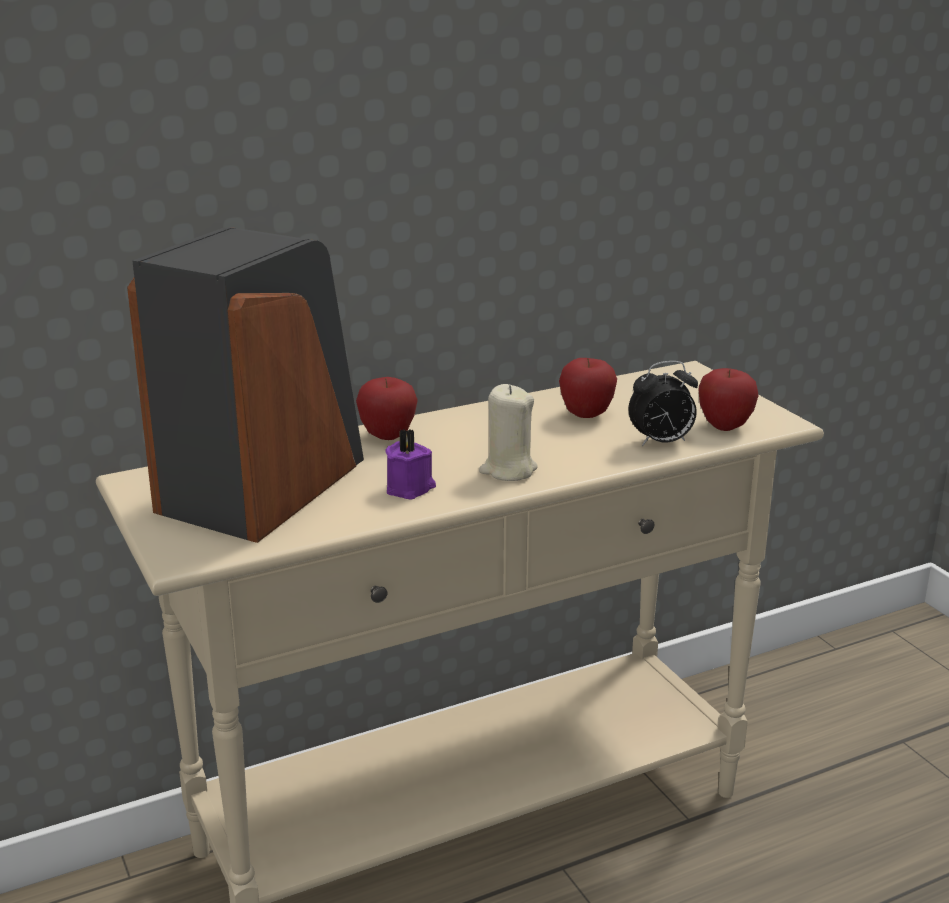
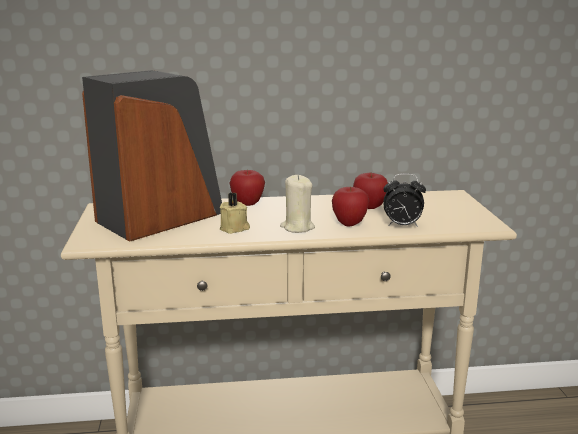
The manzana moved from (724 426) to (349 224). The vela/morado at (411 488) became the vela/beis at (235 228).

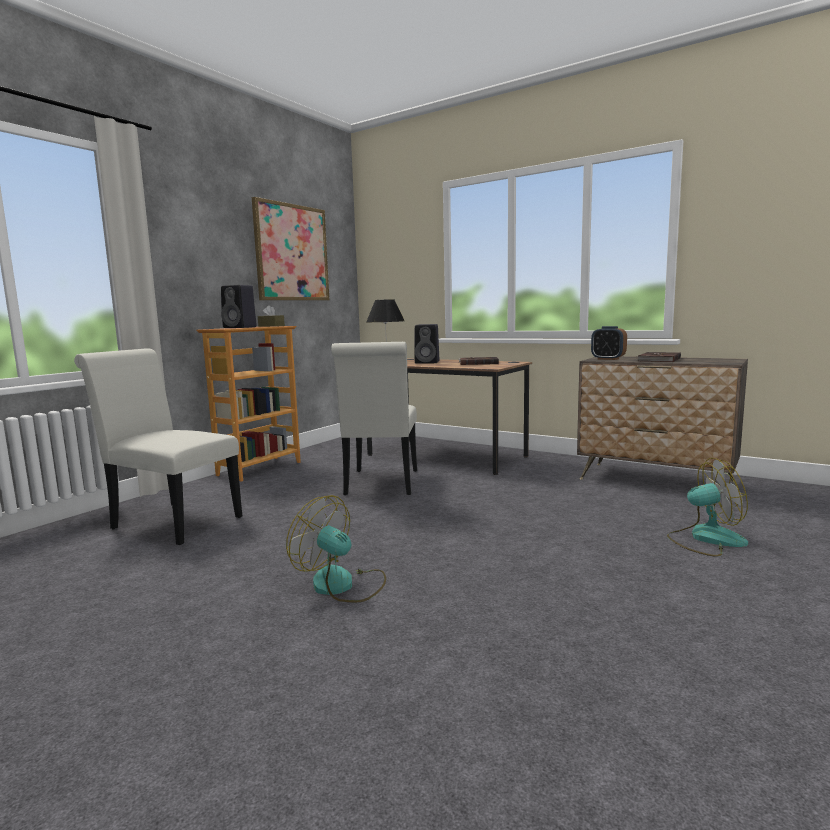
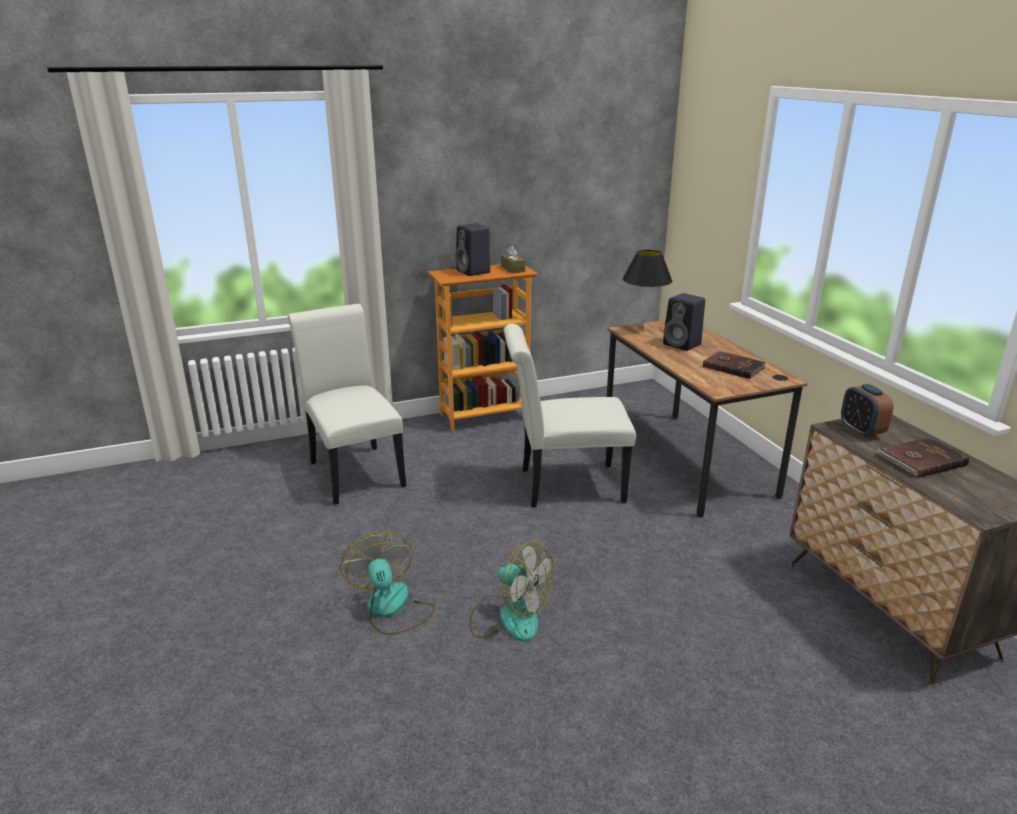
The cuadro at (292 253) disappeared. The ventilador moved from (705 539) to (509 617). The silla/blanco at (381 484) turned 45 degrees clockwise.

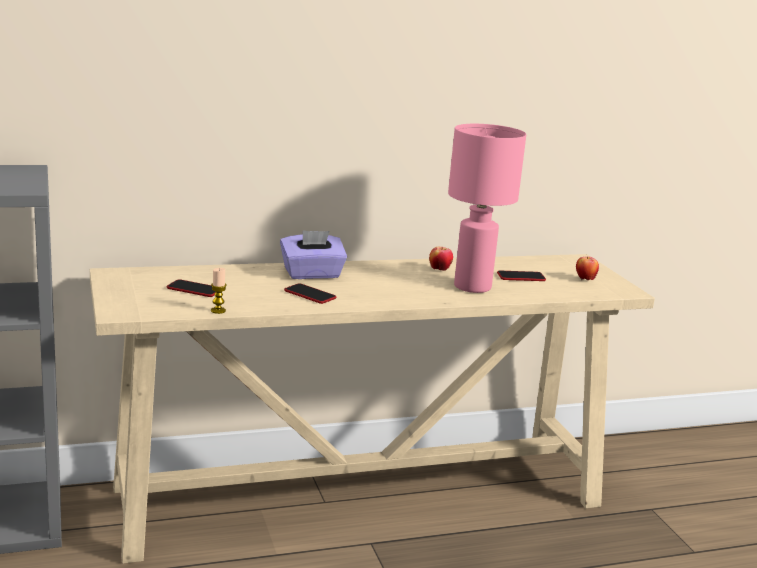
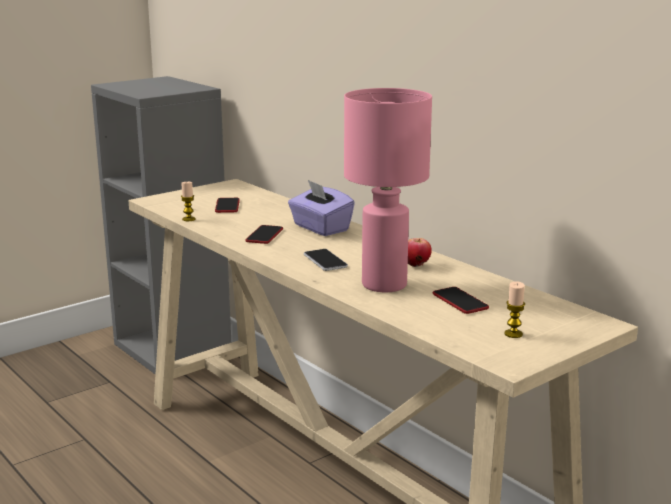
The móvil at (325 261) appeared. The manzana at (585 279) was replaced by the vela at (513 334).

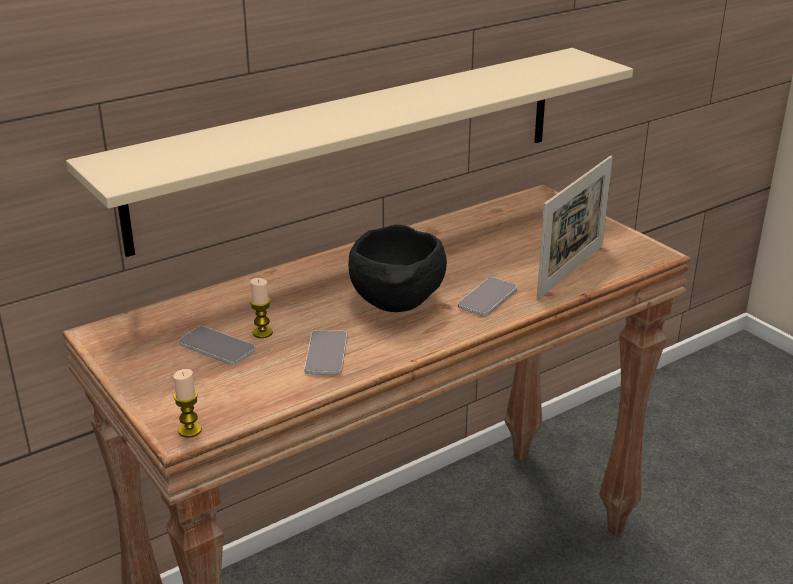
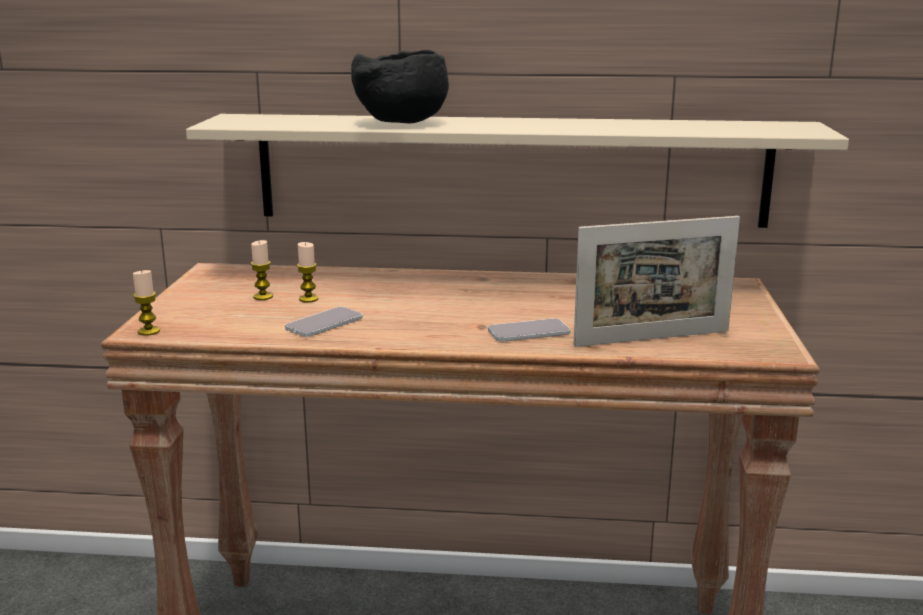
The cuenco/negro moved from (398 305) to (400 123). The móvil at (217 347) was replaced by the vela at (263 297).

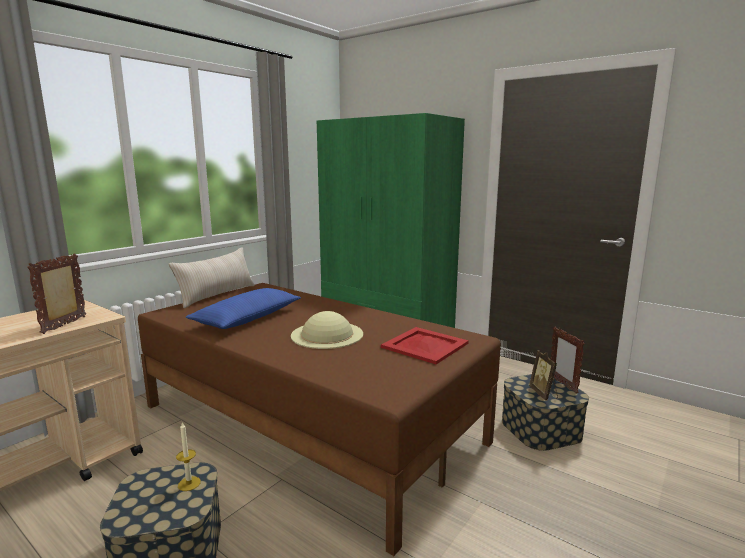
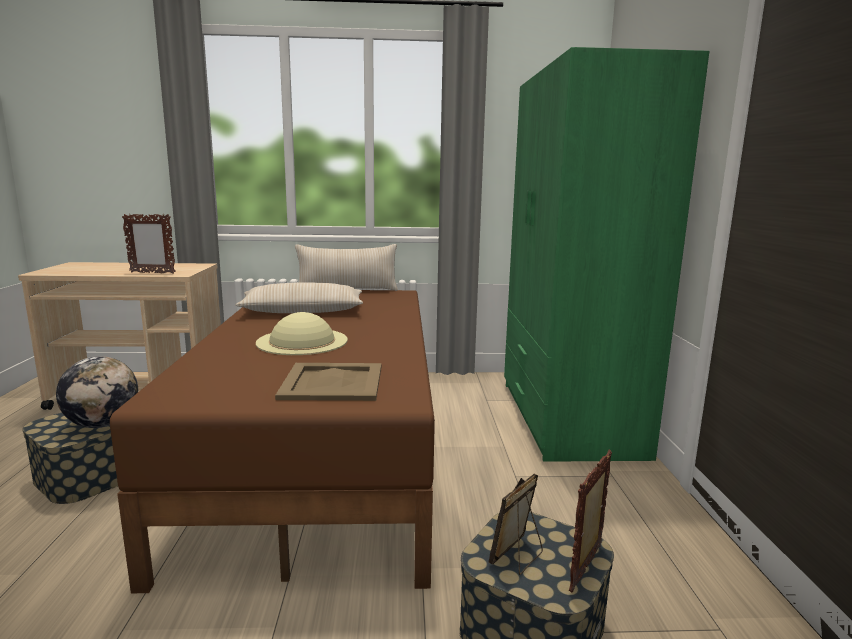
The vela at (189 483) was replaced by the globo terráqueo at (103 424). The cojín/azul at (248 318) became the cojín/beis at (303 311). The bandeja/rojo at (425 345) became the bandeja/beis at (331 382). The portarretratos at (65 325) turned 150 degrees counterclockwise.

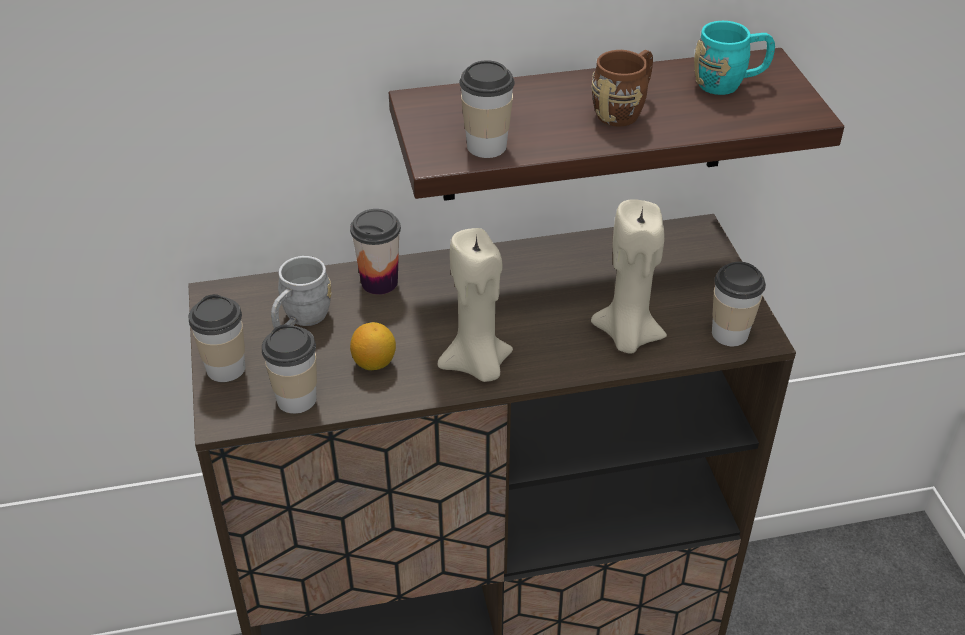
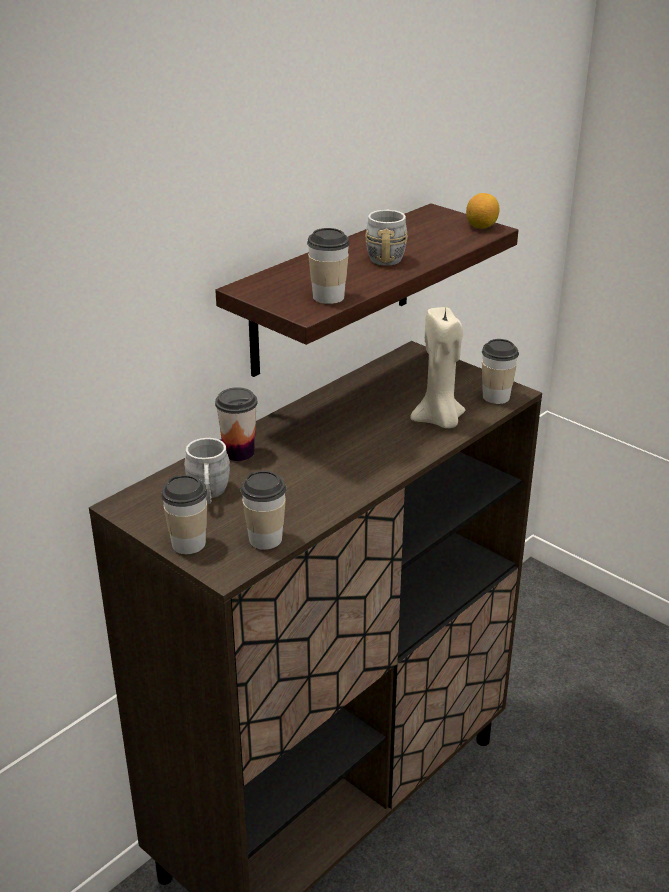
The vela/beis at (477 366) disappeared. The taza grande/turquesa at (730 83) disappeared. The limón moved from (374 363) to (481 227). The taza grande/marrón at (624 110) became the taza grande/gris at (386 255).

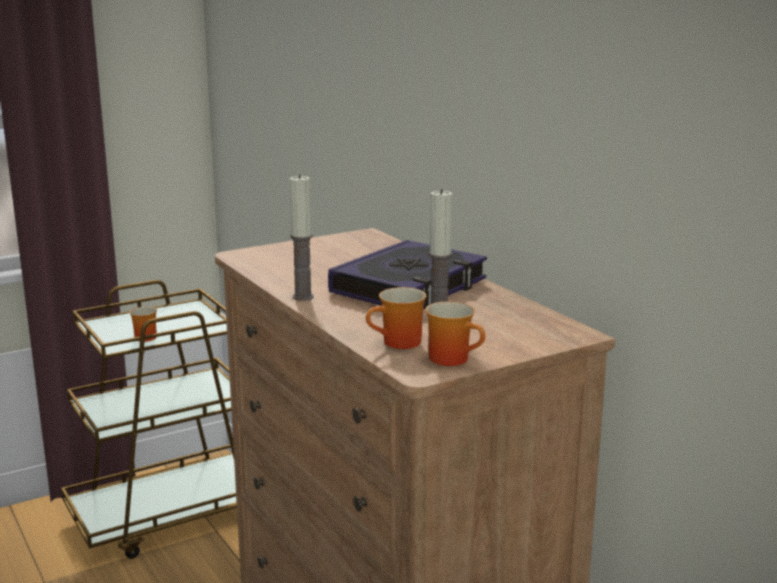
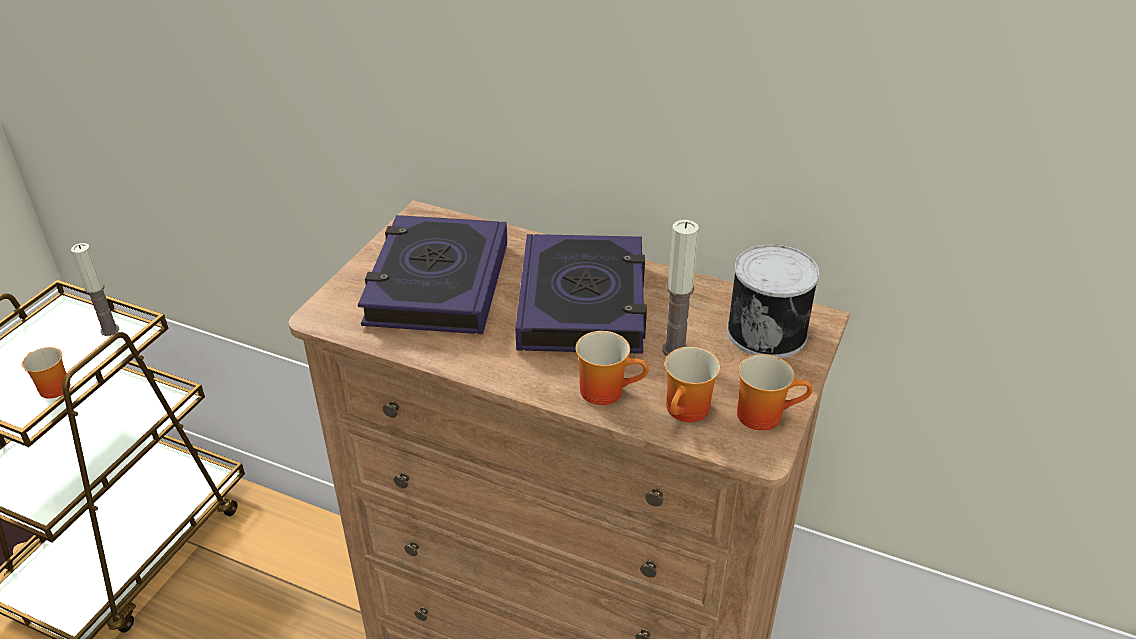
The libro at (437 284) appeared. The taza grande at (607 389) appeared. The lata at (768 331) appeared. The vela moved from (303 297) to (110 330).

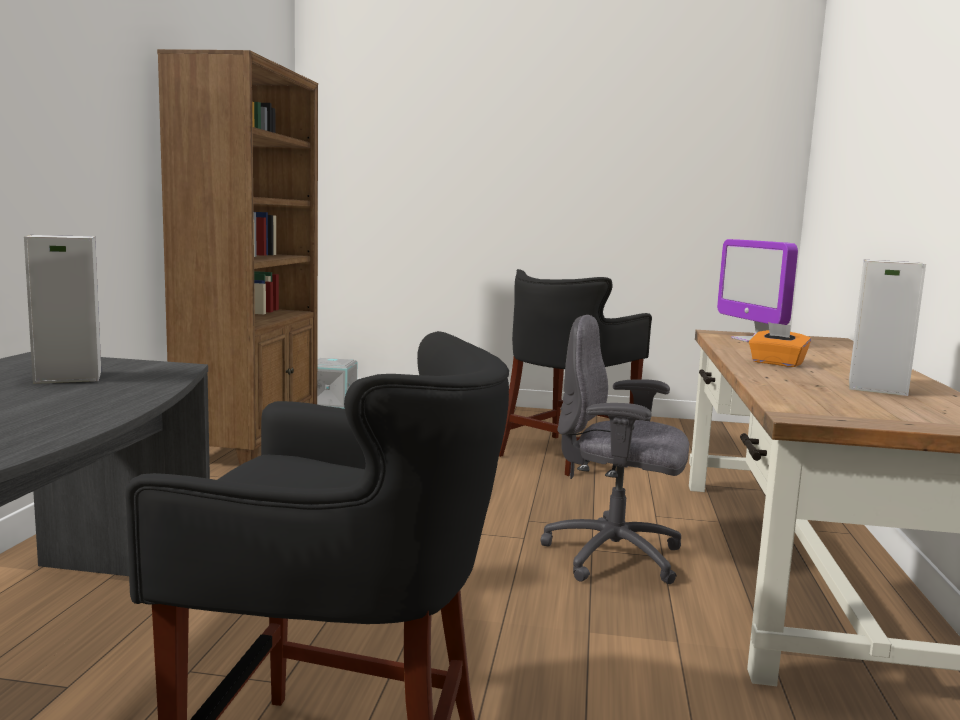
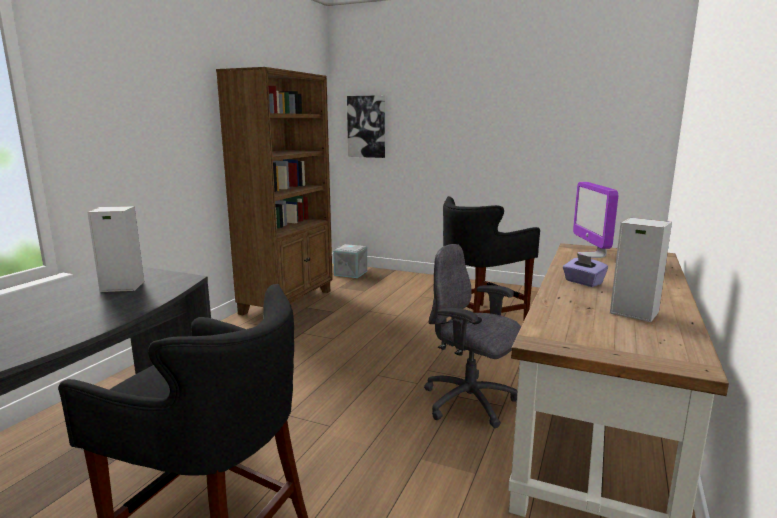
The cuadro at (366 126) appeared. The caja de pañuelos/naranja at (777 363) became the caja de pañuelos/morado at (583 282).

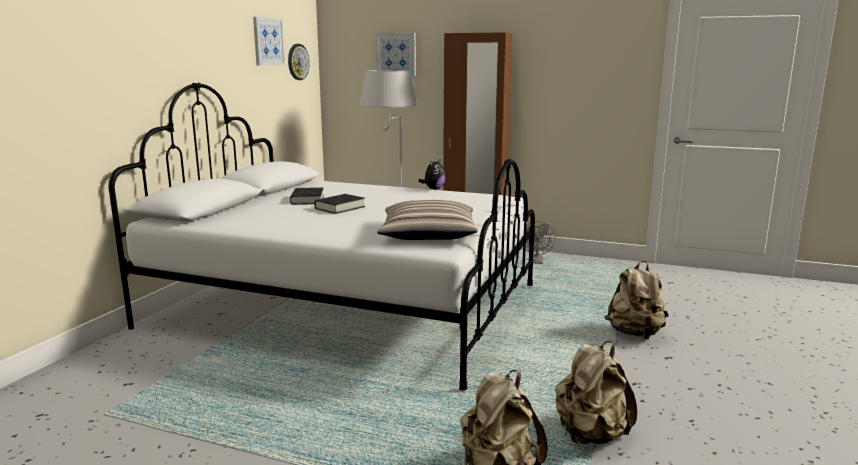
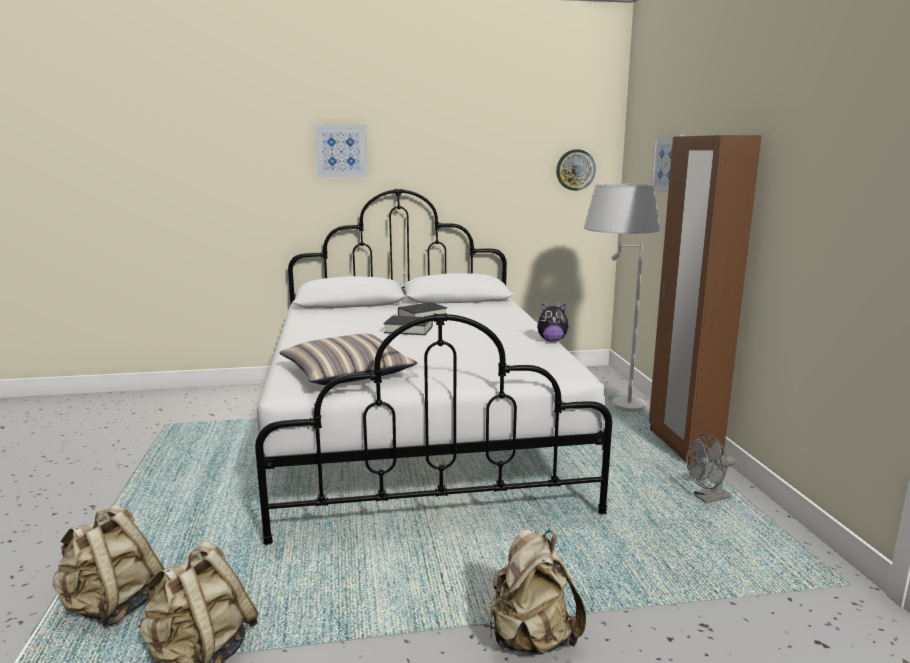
The cuadro moved from (268 41) to (341 151).

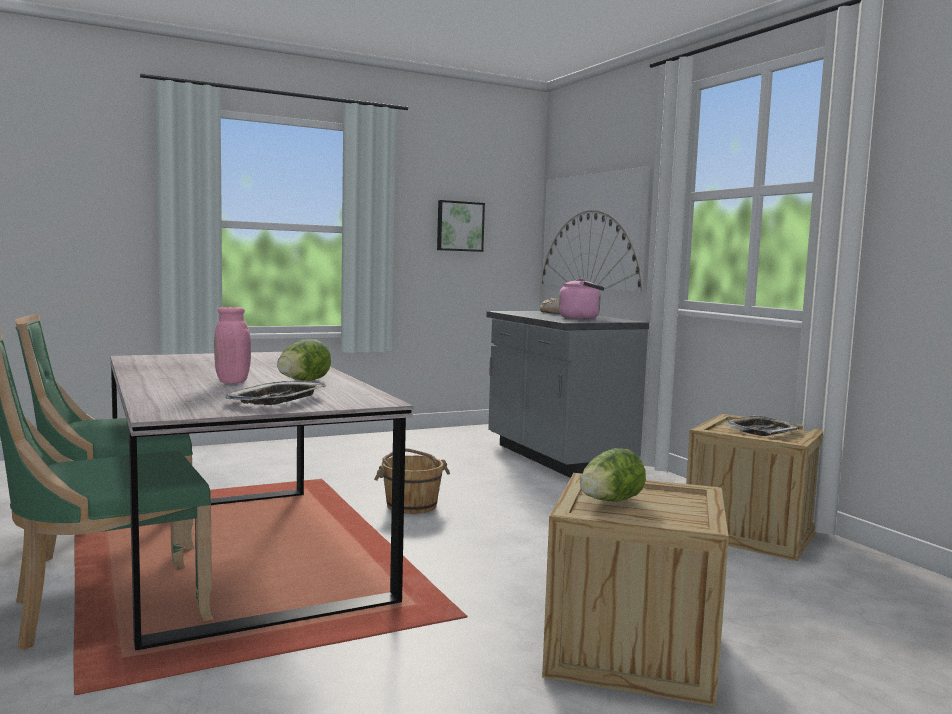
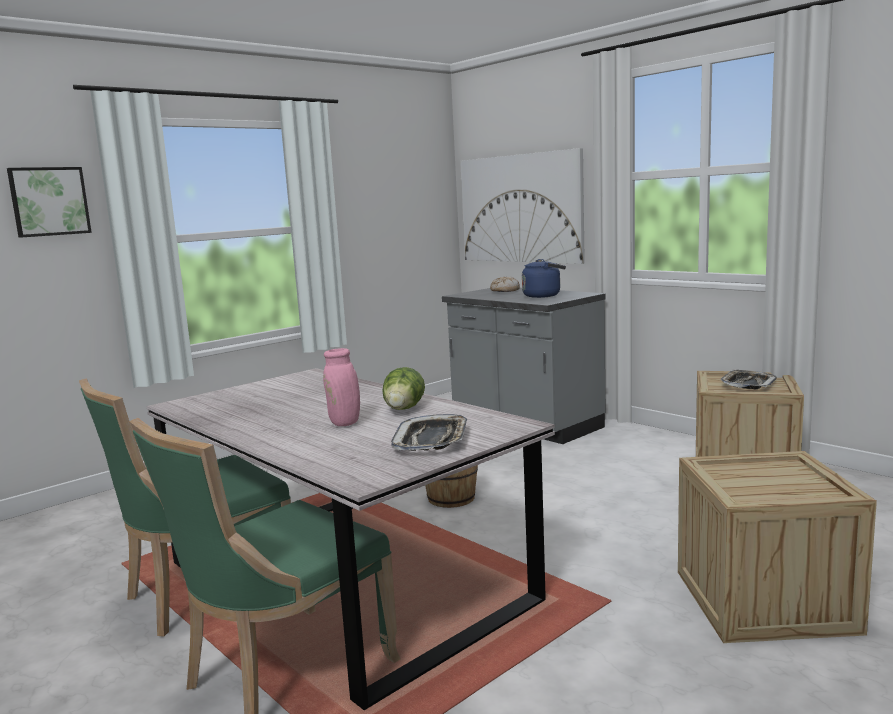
The lechuga at (609 502) disappeared. The cuadro moved from (459 226) to (49 201). The hervidor/rosa at (581 318) became the hervidor/azul at (544 295).

